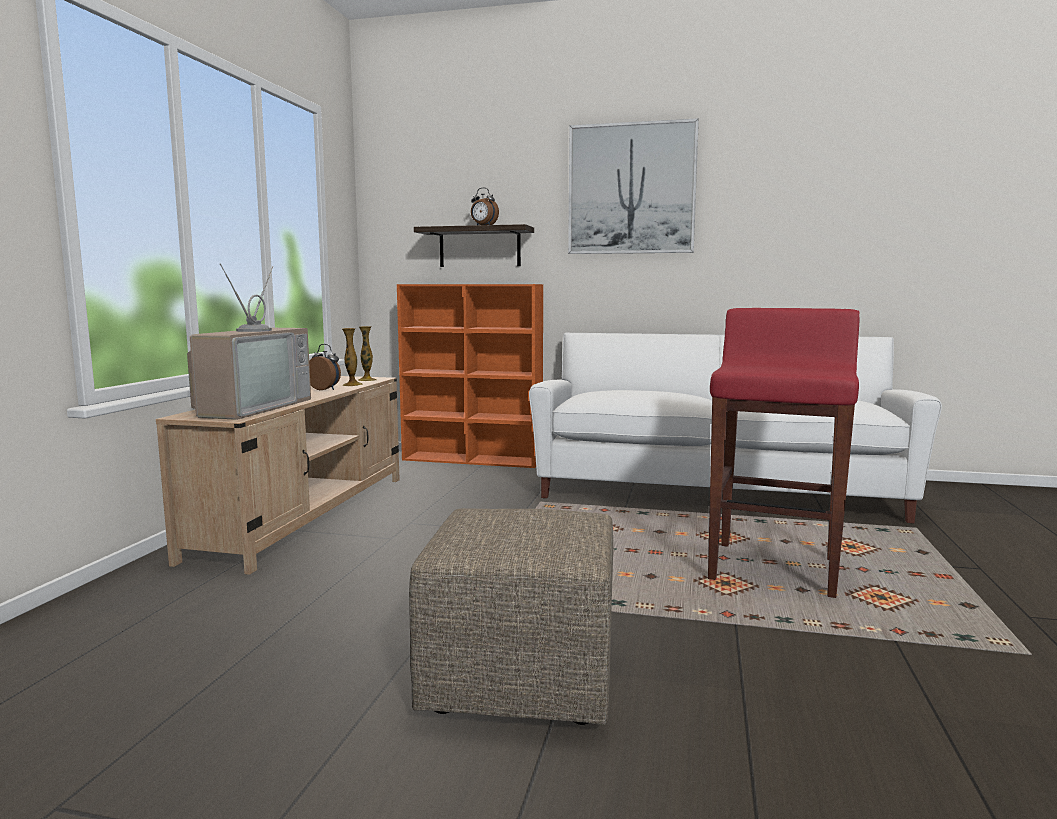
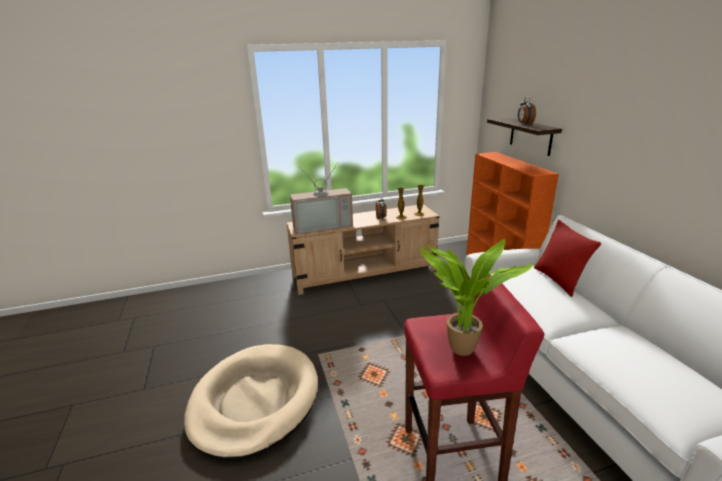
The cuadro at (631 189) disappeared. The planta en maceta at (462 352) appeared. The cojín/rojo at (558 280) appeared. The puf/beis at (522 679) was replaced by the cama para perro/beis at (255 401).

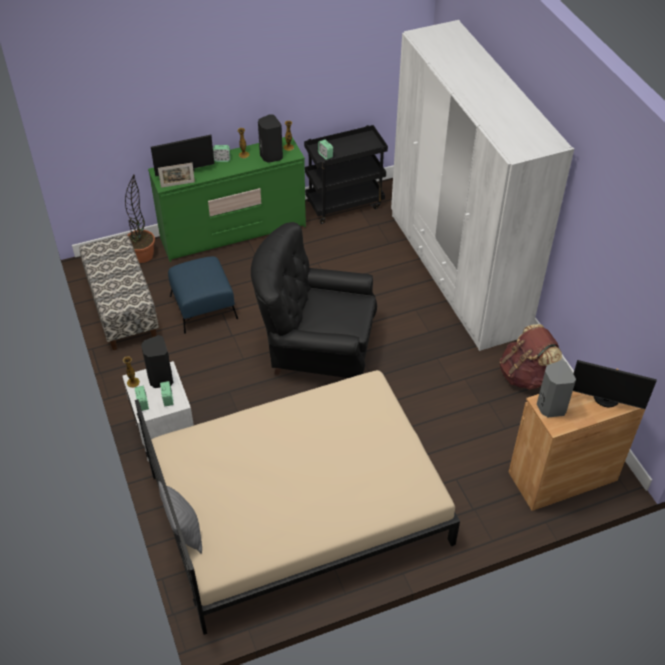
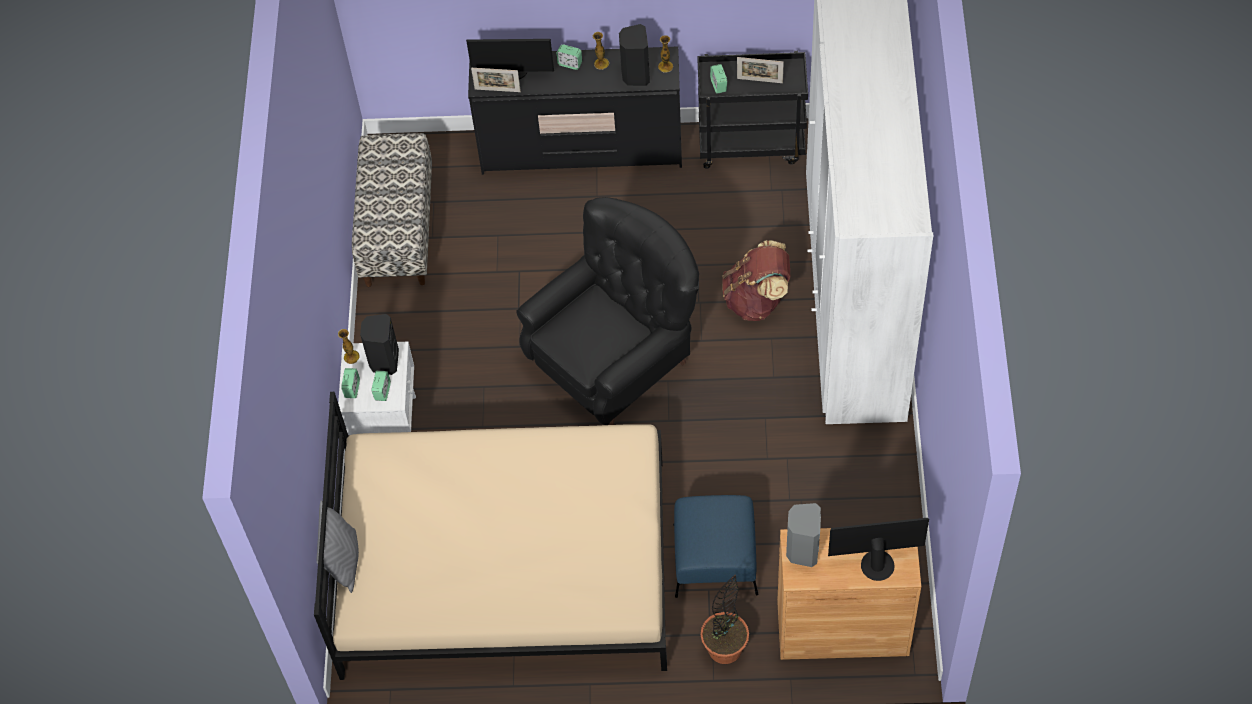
The portarretratos at (759 80) appeared. The planta en maceta moved from (142 255) to (725 648). The puf/azul moved from (203 306) to (715 558). The mochila/marrón moved from (525 375) to (757 299). The cómoda/verde at (233 232) became the cómoda/negro at (582 150). The sillón/negro at (316 349) turned 105 degrees clockwise. The monitor at (606 399) turned 135 degrees clockwise.

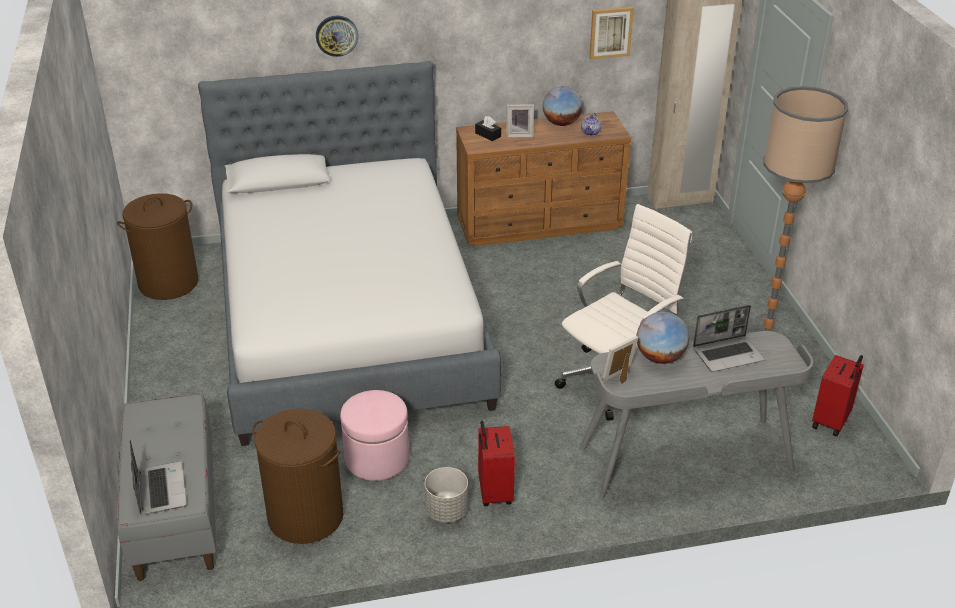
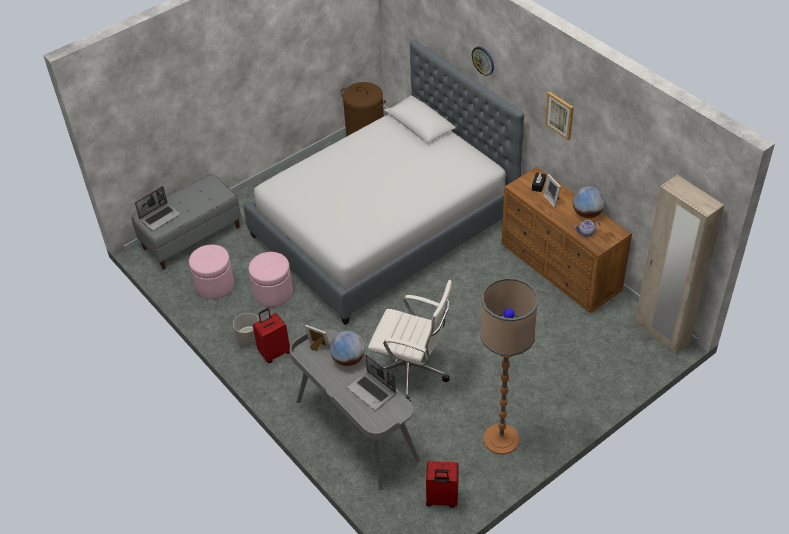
The cuadro moved from (610 32) to (560 115). The cesto de la ropa/marrón at (305 516) was replaced by the puf/rosa at (215 285).

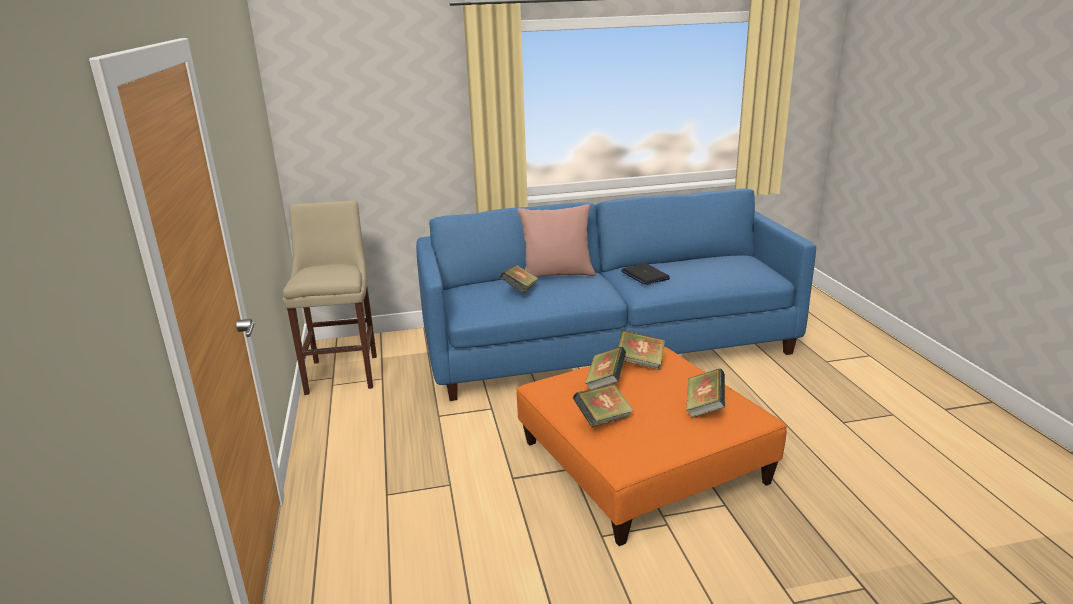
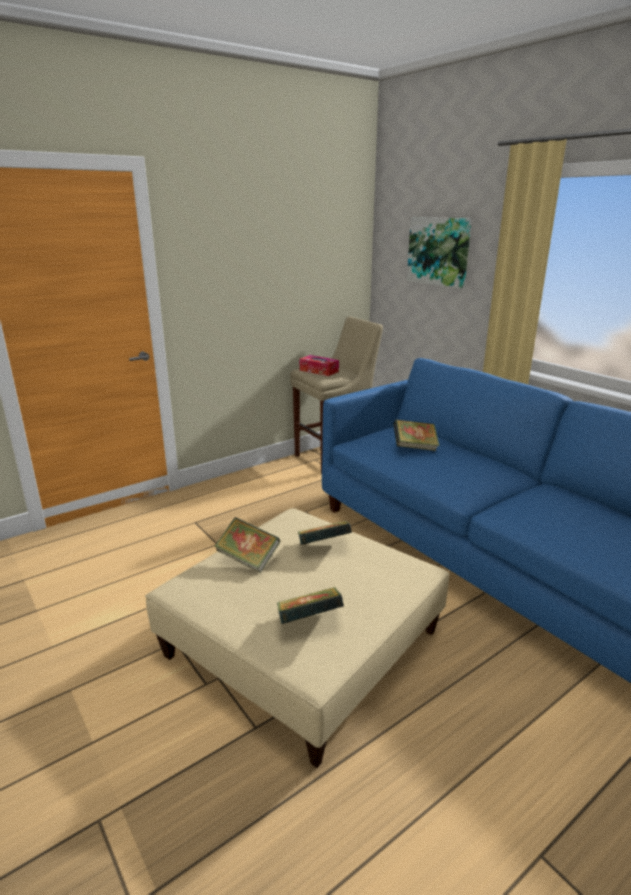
The cojín/rosa at (557 275) disappeared. The libro at (640 362) disappeared. The portátil at (644 275) disappeared. The caja de pañuelos at (319 371) appeared. The cuadro at (439 251) appeared. The puf/naranja at (642 462) became the puf/beis at (303 644).

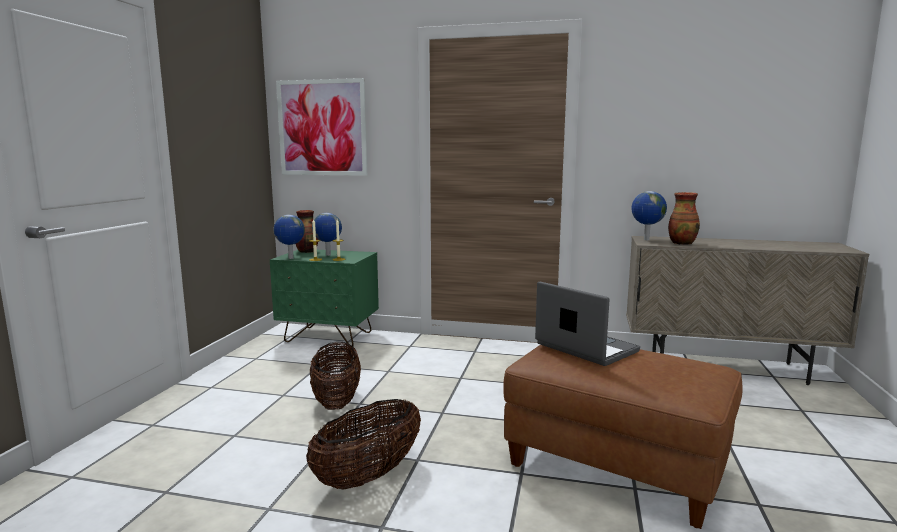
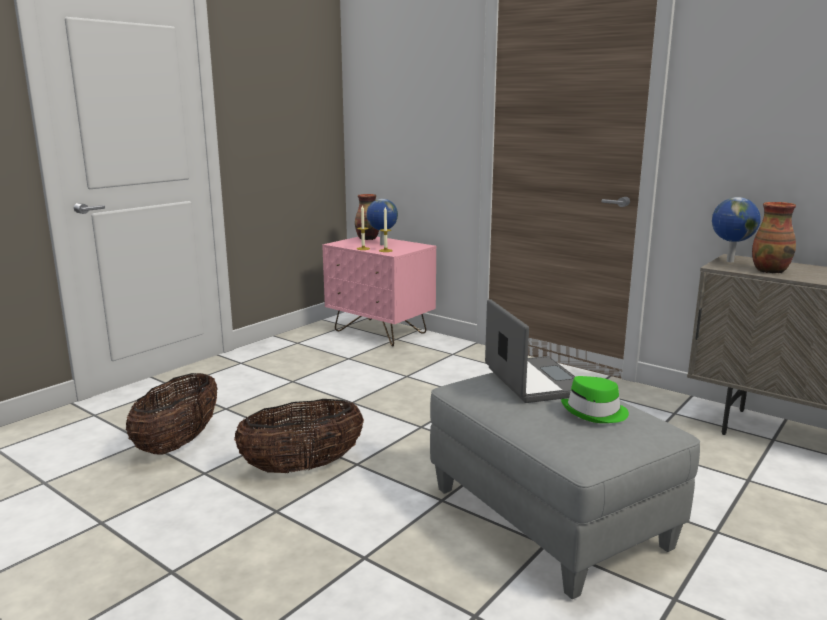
The globo terráqueo at (290 258) disappeared. The cuadro at (322 128) disappeared. The sombrero/verde at (595 412) appeared. The cesta moved from (337 401) to (178 443). The mesita de noche/verde at (329 337) became the mesita de noche/rosa at (380 332). The puf/marrón at (614 466) became the puf/gris at (546 518).

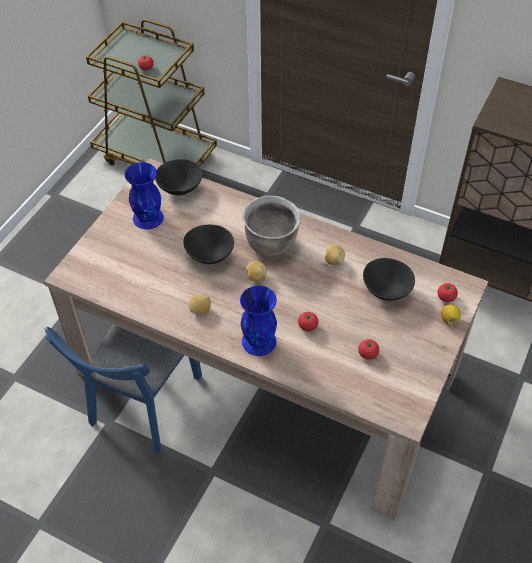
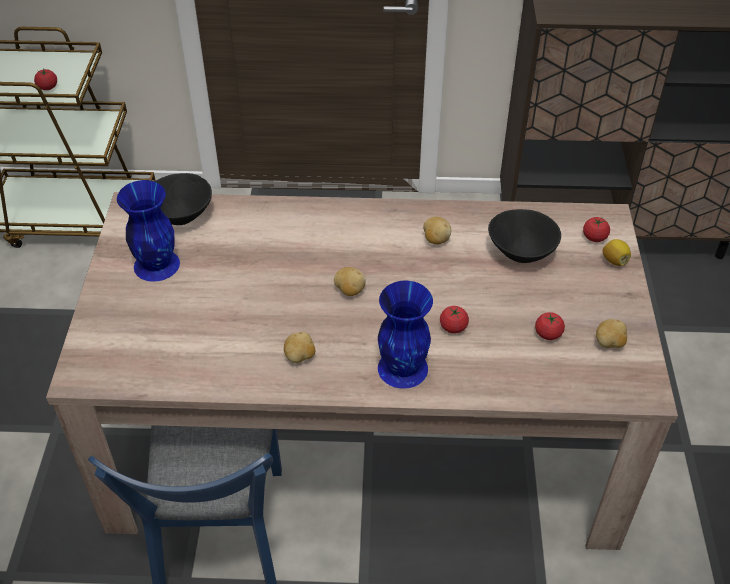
The cuenco/negro at (209 255) disappeared. The olla/marrón at (271 244) disappeared. The patata at (609 343) appeared.

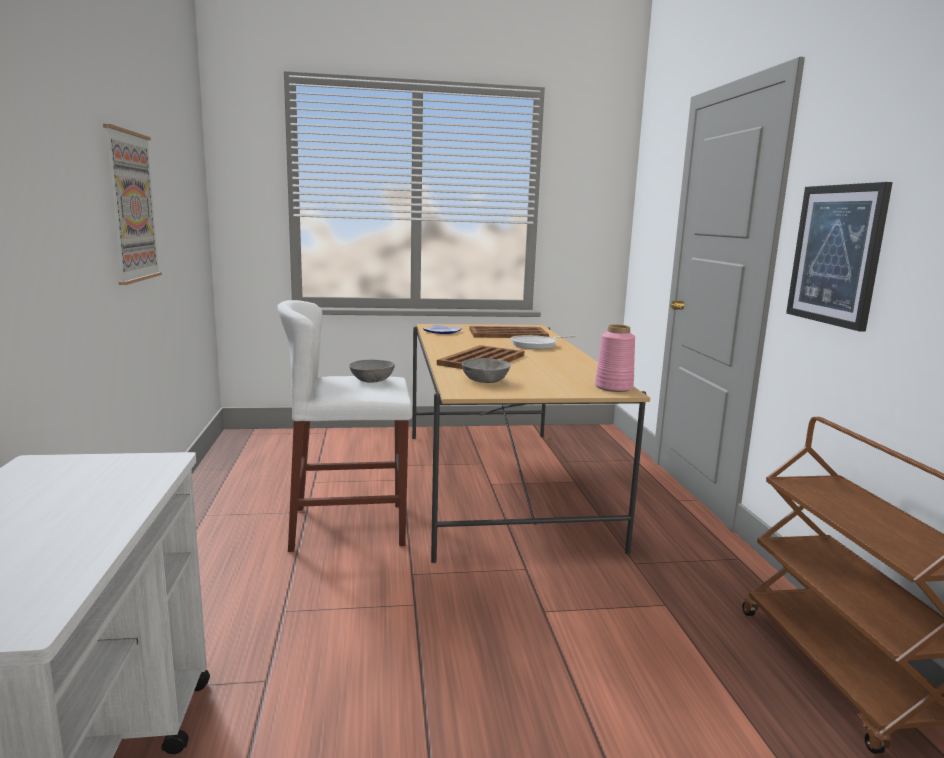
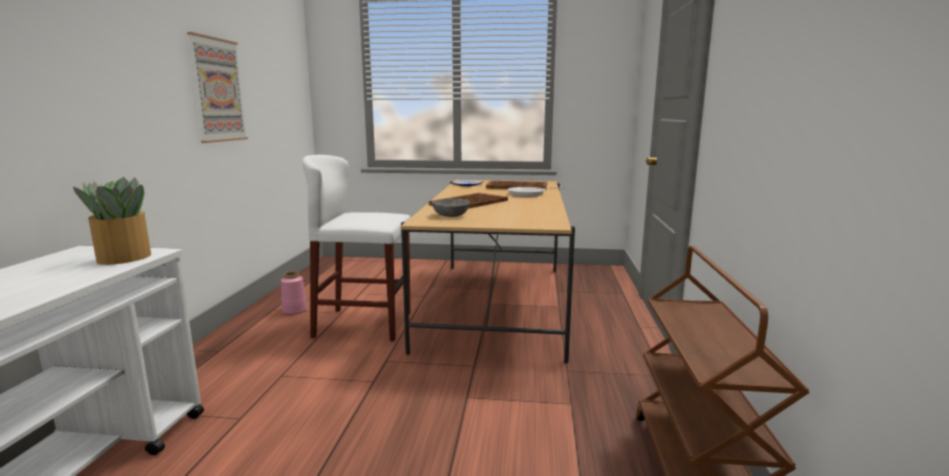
The cuenco/gris at (373 380) disappeared. The cuadro at (836 255) disappeared. The planta en maceta at (123 258) appeared. The florero/rosa moved from (613 387) to (294 310).

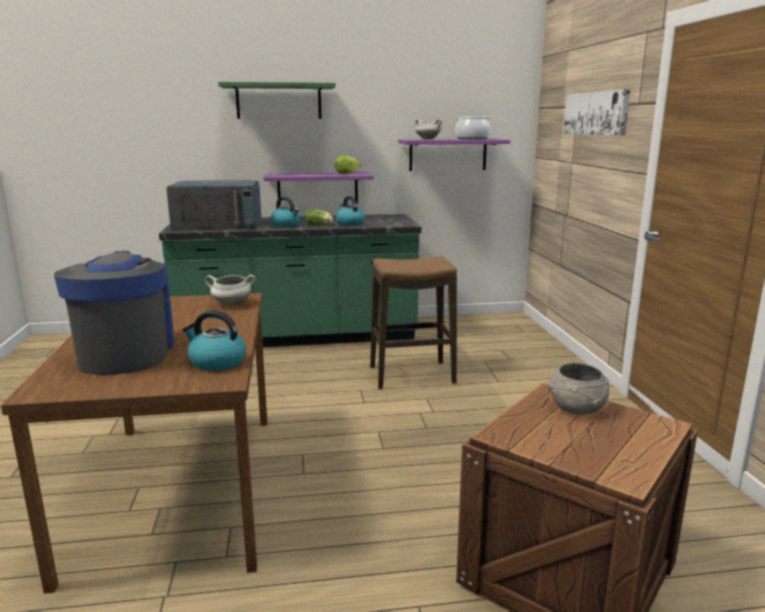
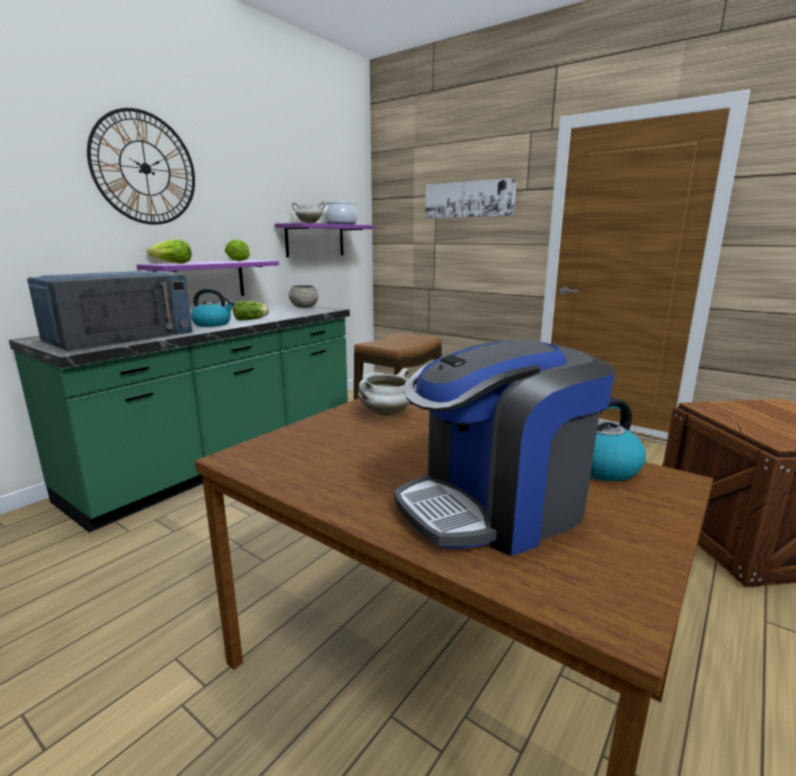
The hervidor at (350 224) disappeared. The lechuga at (172 263) appeared. The cuenco/gris moved from (577 408) to (304 307). The estante/verde at (279 101) was replaced by the reloj de pared at (145 168). The cafetera at (126 353) turned 60 degrees counterclockwise.

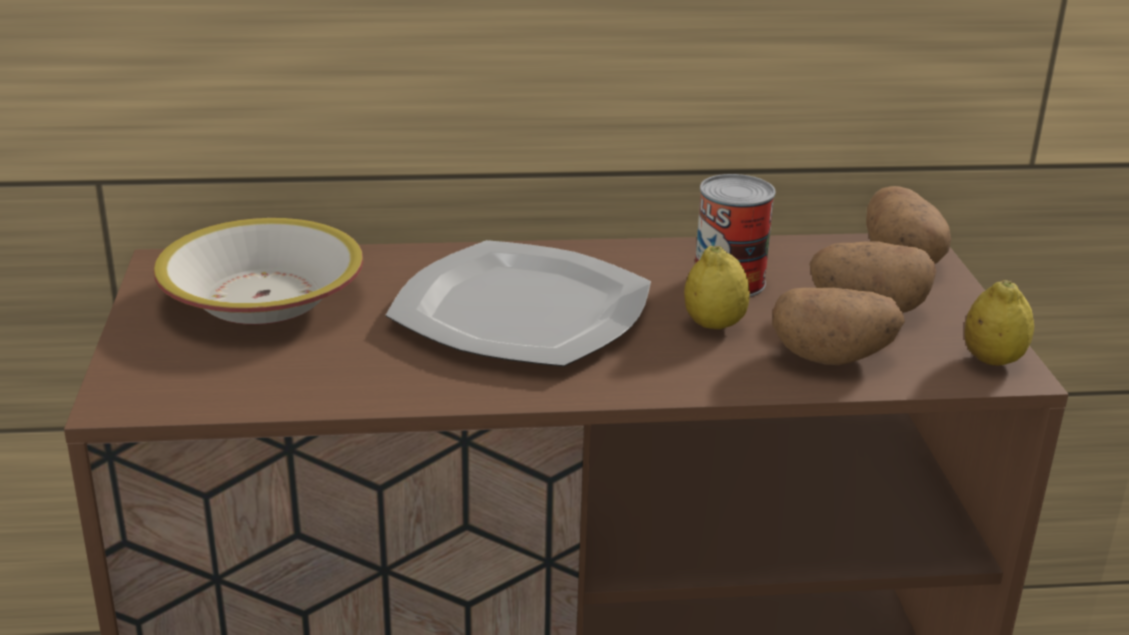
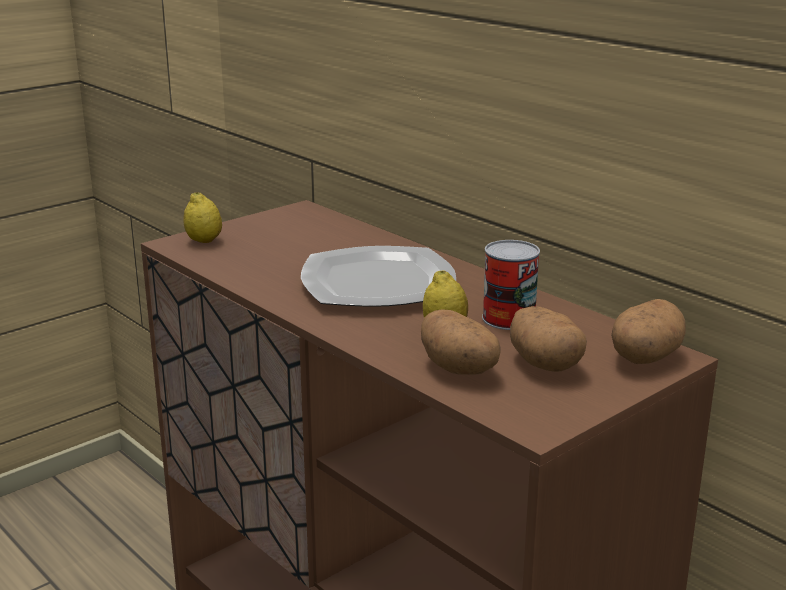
The cuenco at (263 297) disappeared. The limón moved from (992 361) to (204 241).

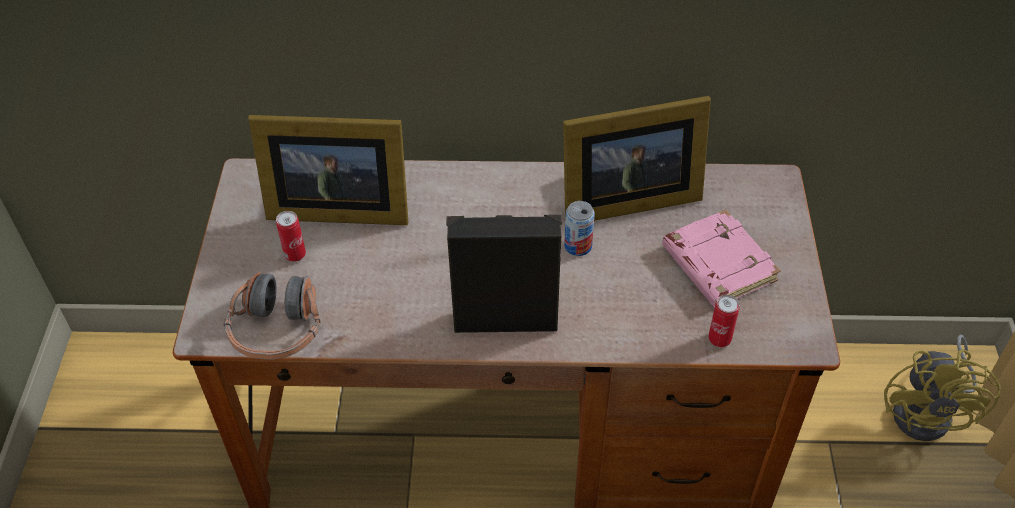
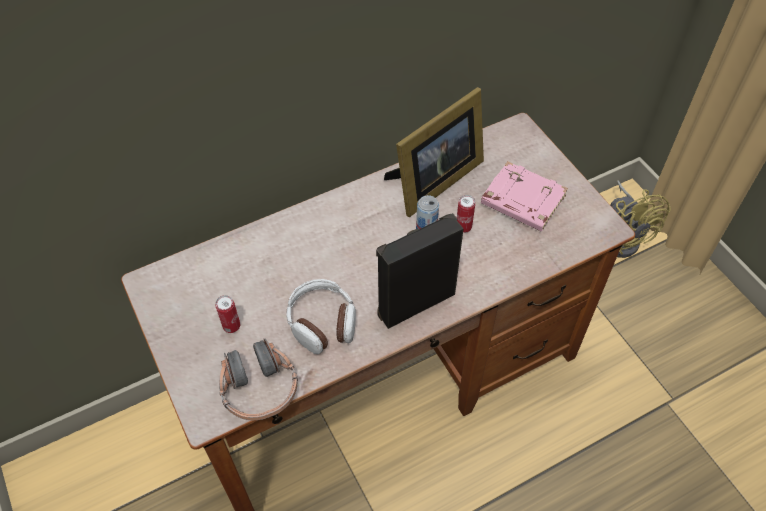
The portarretratos at (335 207) disappeared. The auriculares at (322 322) appeared. The lata moved from (719 339) to (463 227).

